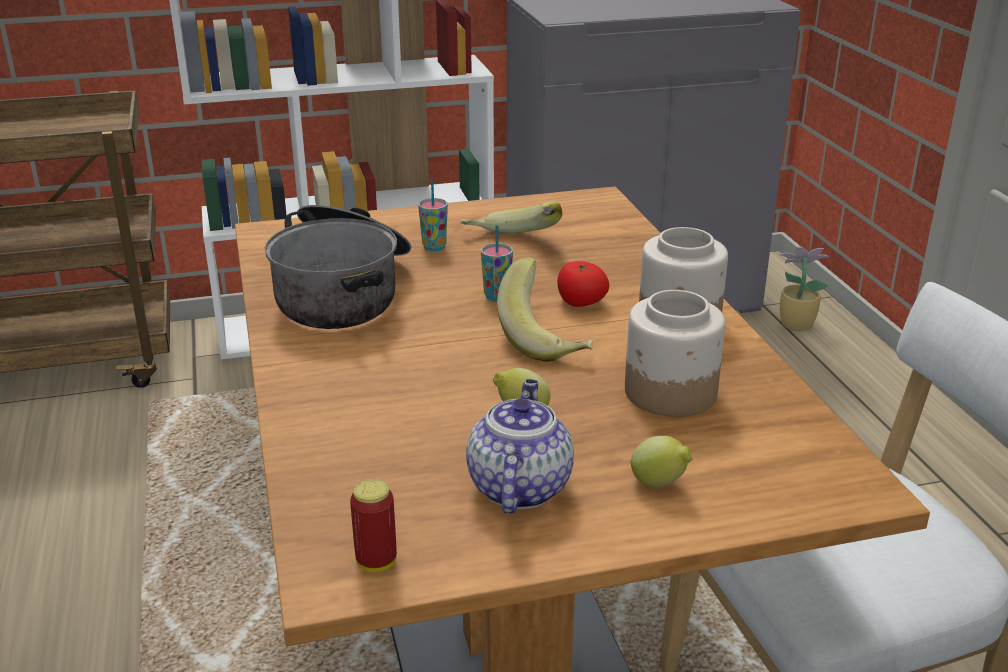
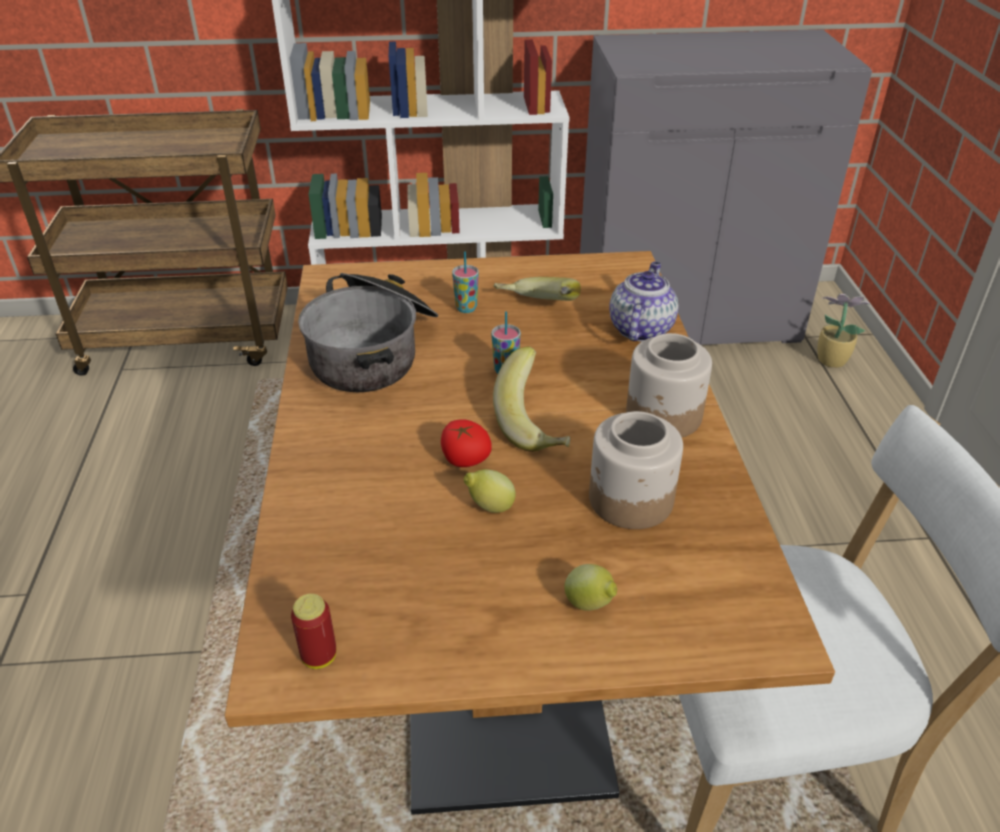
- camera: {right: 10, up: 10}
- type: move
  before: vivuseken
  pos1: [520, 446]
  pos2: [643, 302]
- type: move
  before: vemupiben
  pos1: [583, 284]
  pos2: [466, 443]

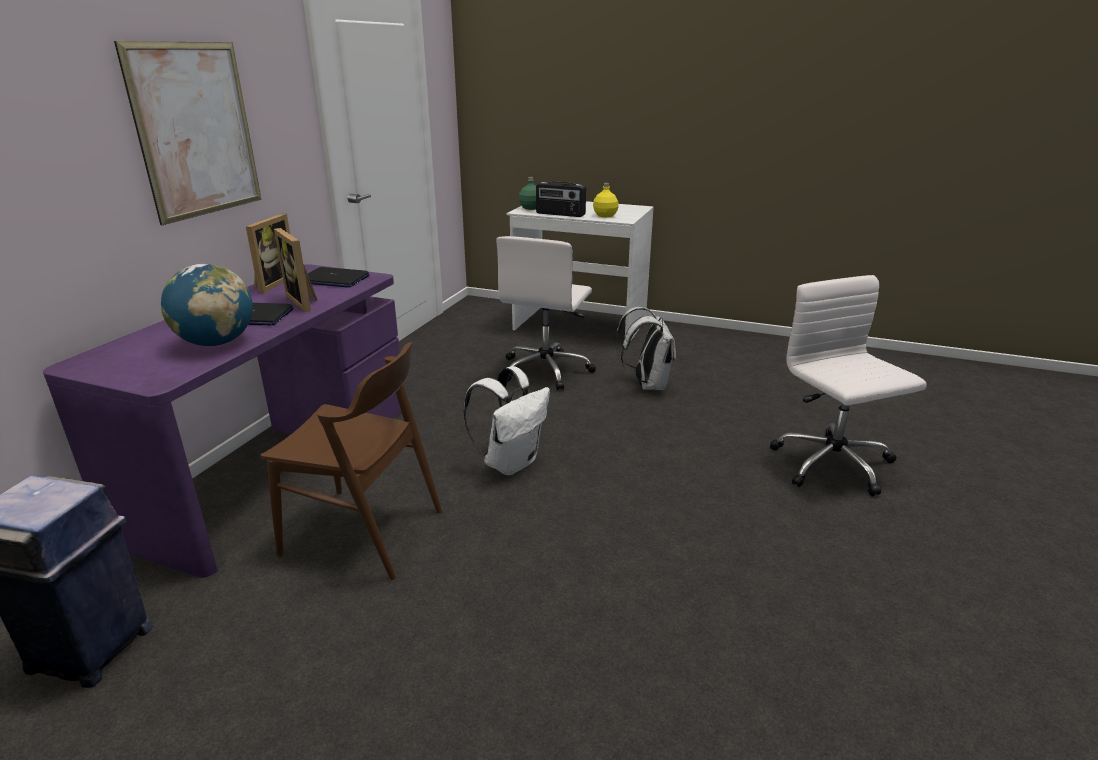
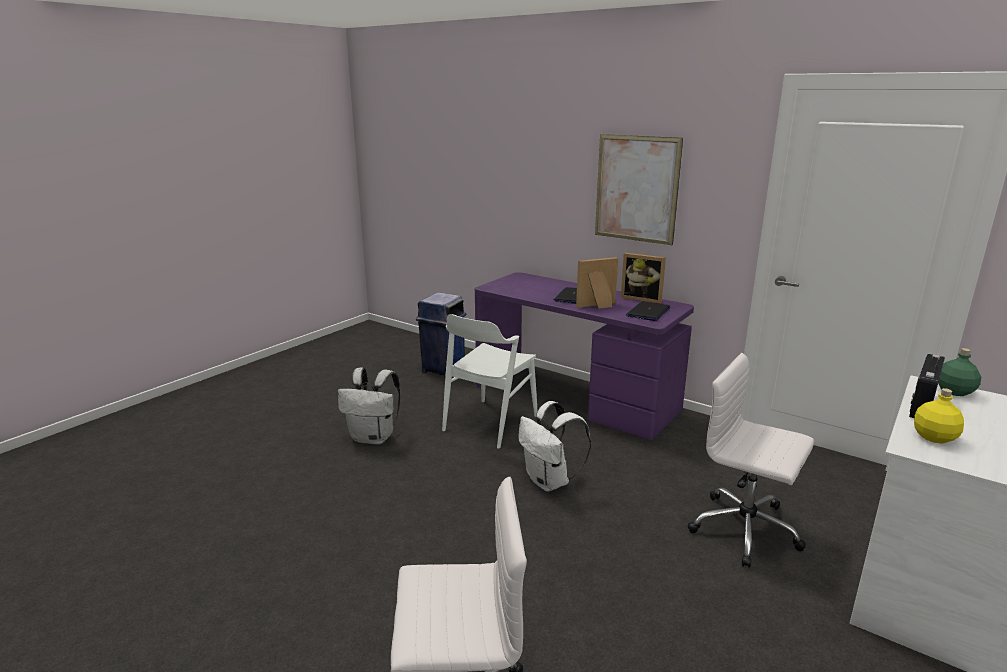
- camera: {right: 105, up: -5}
- type: delete
  before: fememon
  pos1: [207, 305]
- type: recolor
  before: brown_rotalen
  after: white_rotalen
  pos1: [351, 461]
  pos2: [490, 381]
- type: move
  before: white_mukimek
  pos1: [645, 348]
  pos2: [369, 406]

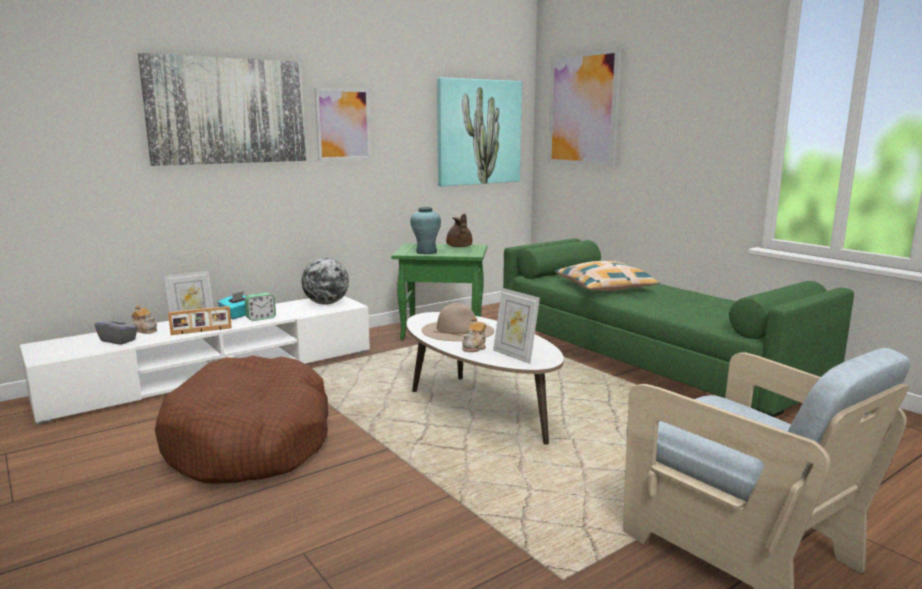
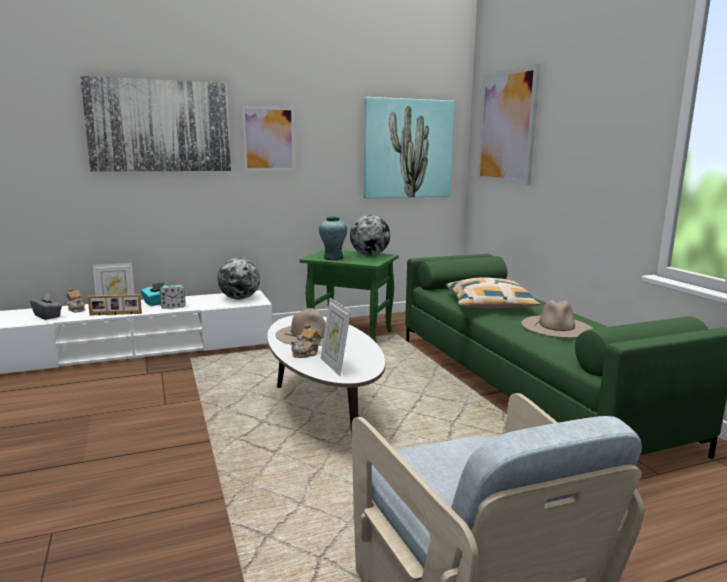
- camera: {right: 15, up: 0}
- type: delete
  before: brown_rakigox
  pos1: [241, 420]
- type: replace
  before: brown_vivuseken
  after: fememon
  pos1: [459, 230]
  pos2: [370, 235]
- type: insert
  after: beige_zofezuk
  pos2: [557, 319]

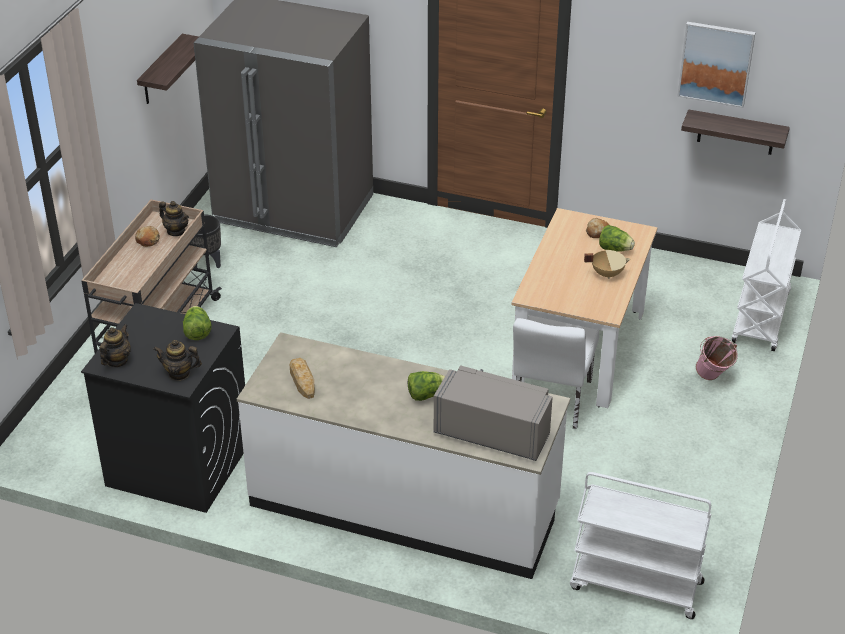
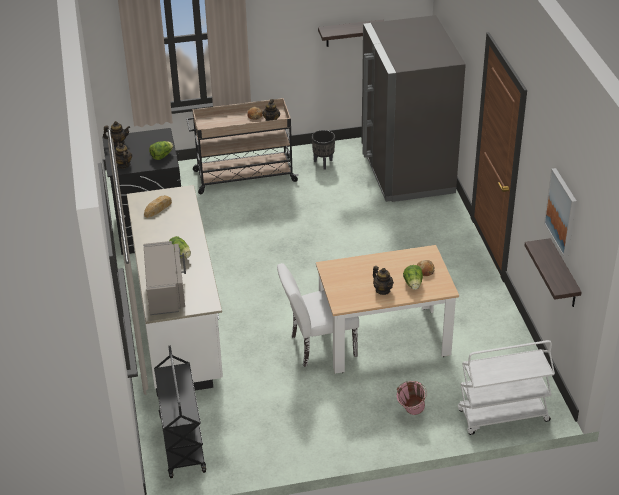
- camera: {right: 60, up: 0}
- type: recolor
  before: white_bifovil
  after: black_bifovil
  pos1: [640, 545]
  pos2: [180, 412]
- type: replace
  before: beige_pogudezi
  after: vivuseken
  pos1: [607, 264]
  pos2: [383, 280]

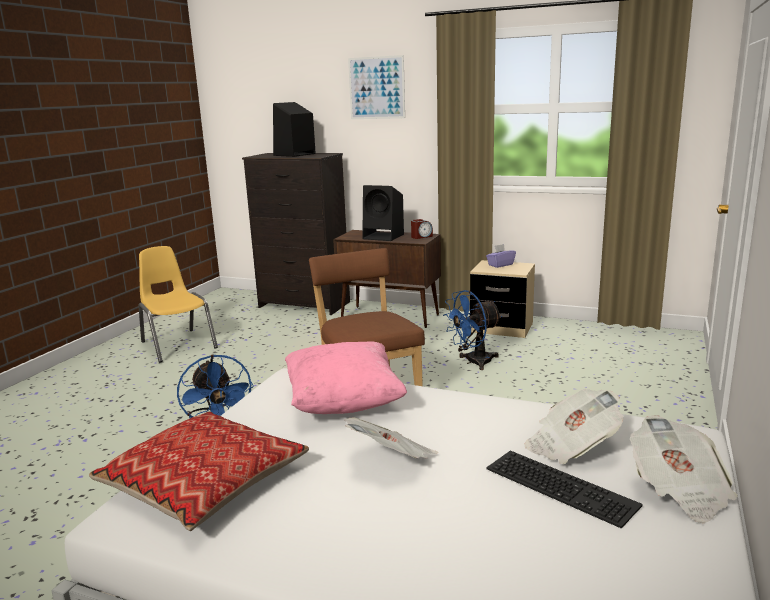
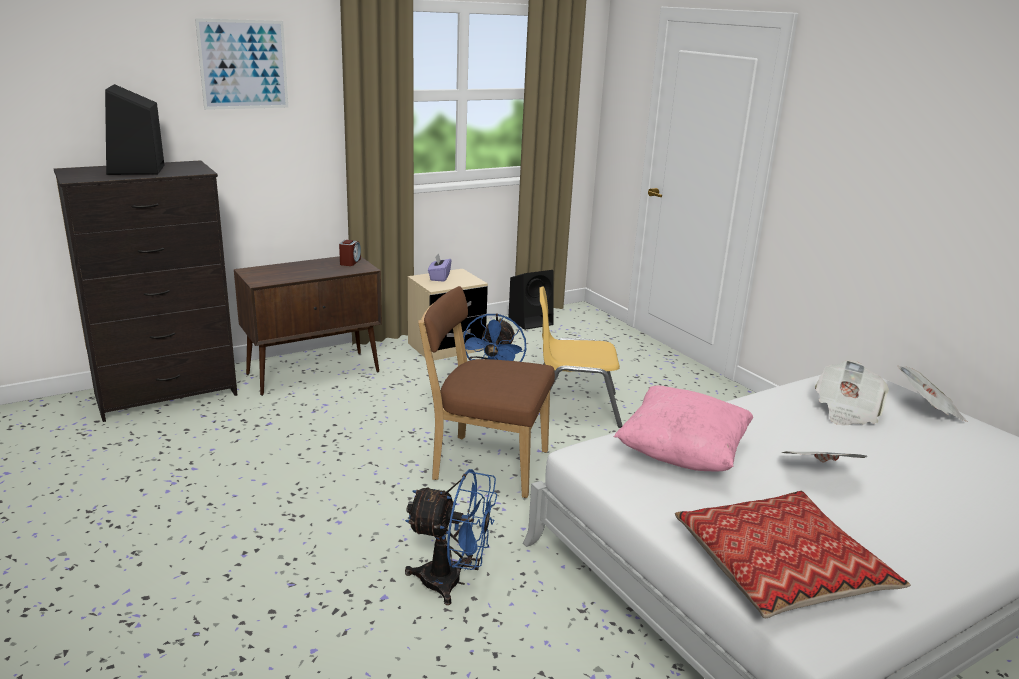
- camera: {right: -55, up: 5}
- type: move
  before: yellow_rotalen
  pos1: [178, 304]
  pos2: [581, 357]
- type: move
  before: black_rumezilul
  pos1: [383, 213]
  pos2: [531, 300]
- type: delete
  before: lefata
  pos1: [564, 490]

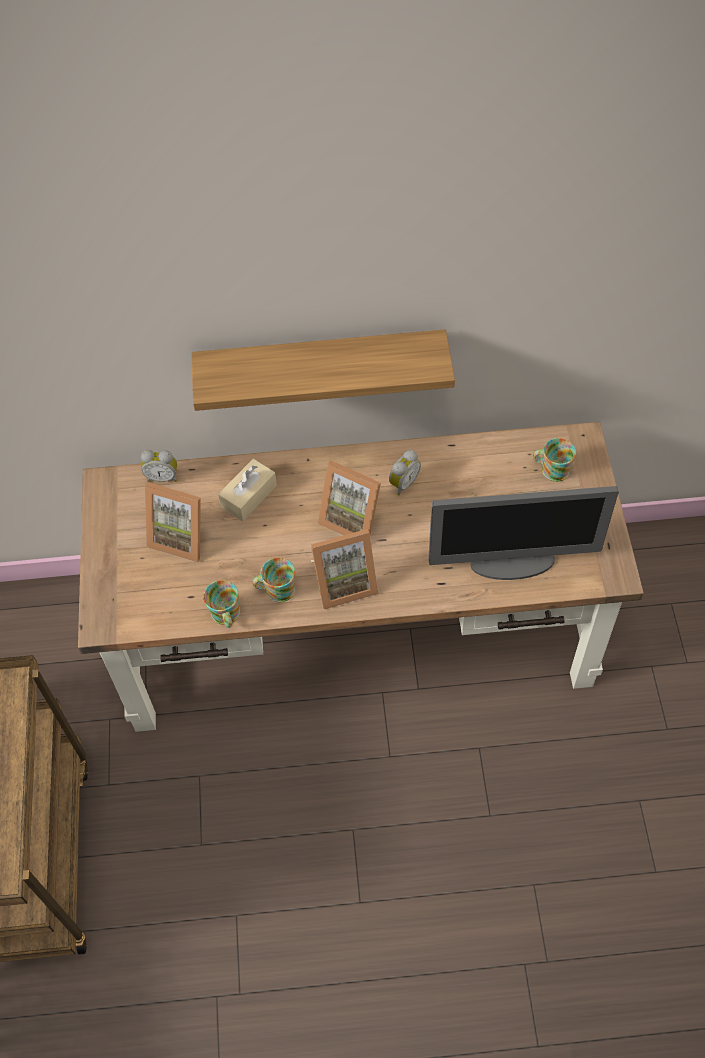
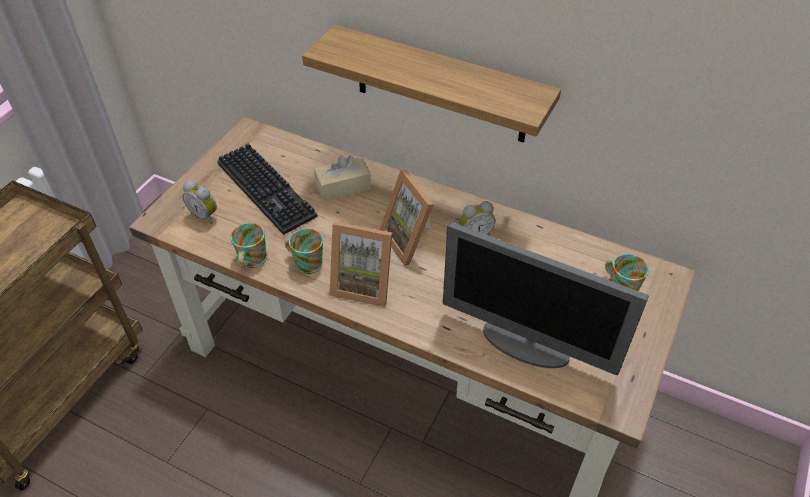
- camera: {right: 30, up: -10}
- type: move
  before: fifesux
  pos1: [159, 466]
  pos2: [200, 202]
- type: replace
  before: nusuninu
  after: lefata
  pos1: [173, 522]
  pos2: [267, 189]

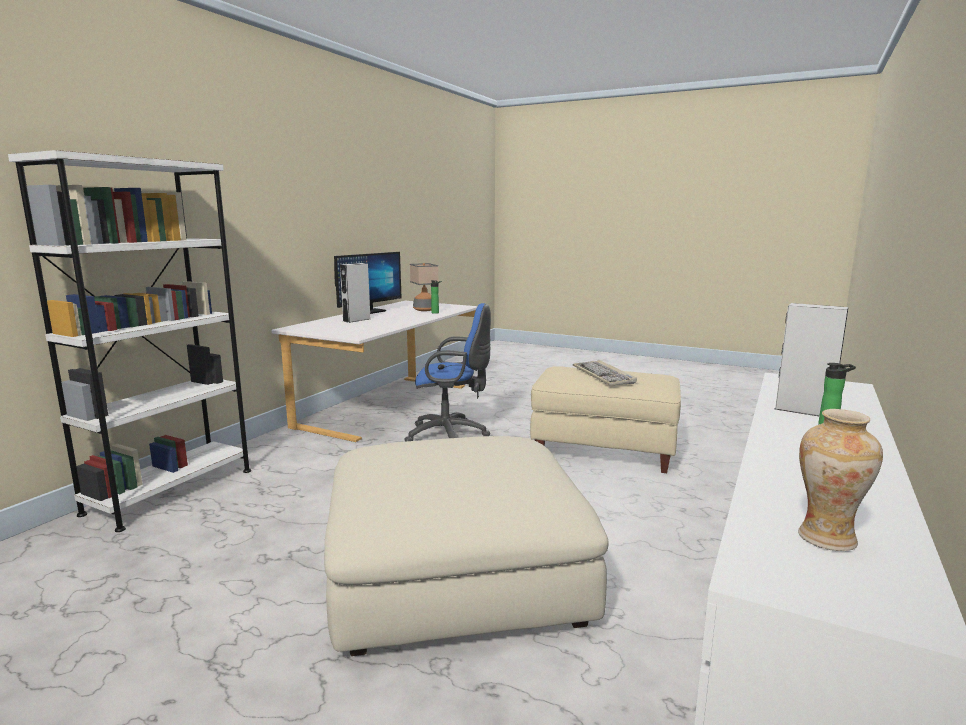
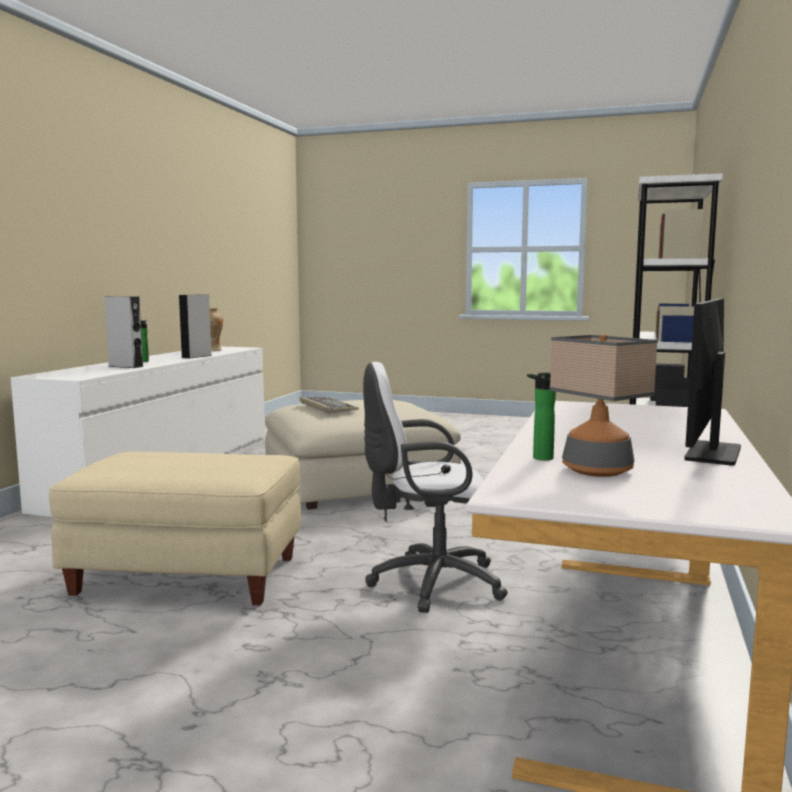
- camera: {right: 170, up: -5}
- type: move
  before: grey_rumezilul
  pos1: [355, 293]
  pos2: [195, 326]
- type: recolor
  before: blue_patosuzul
  after: white_patosuzul
  pos1: [447, 372]
  pos2: [435, 487]
- type: move
  before: lefata
  pos1: [605, 373]
  pos2: [329, 405]

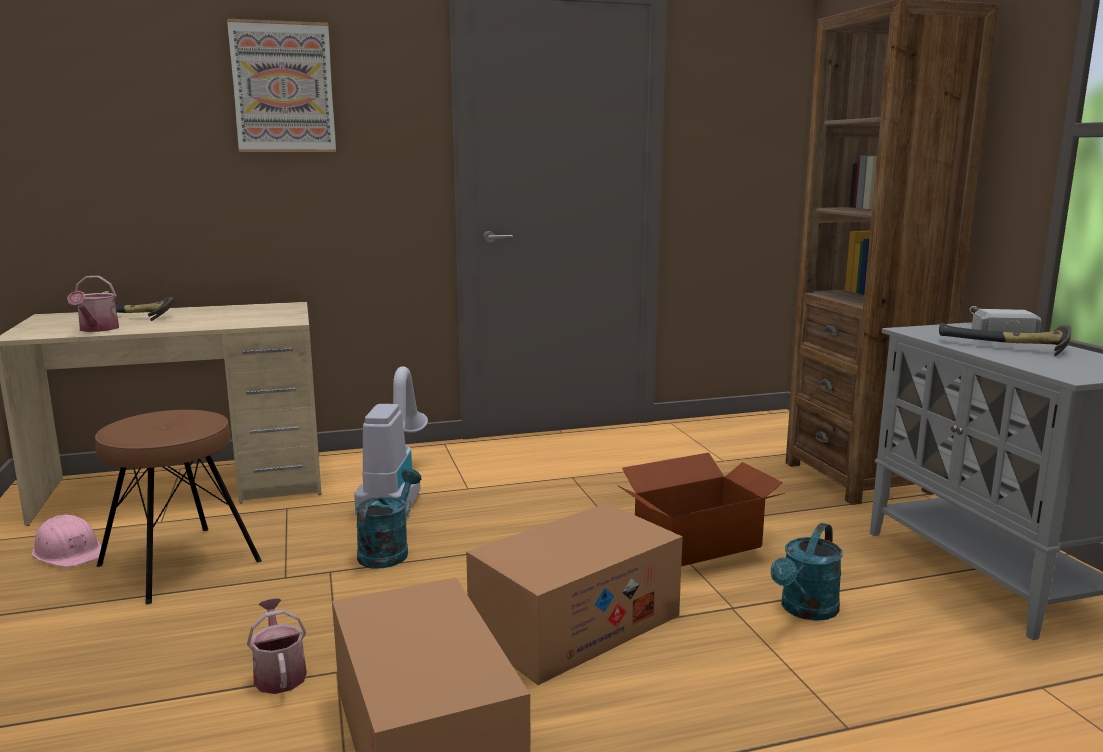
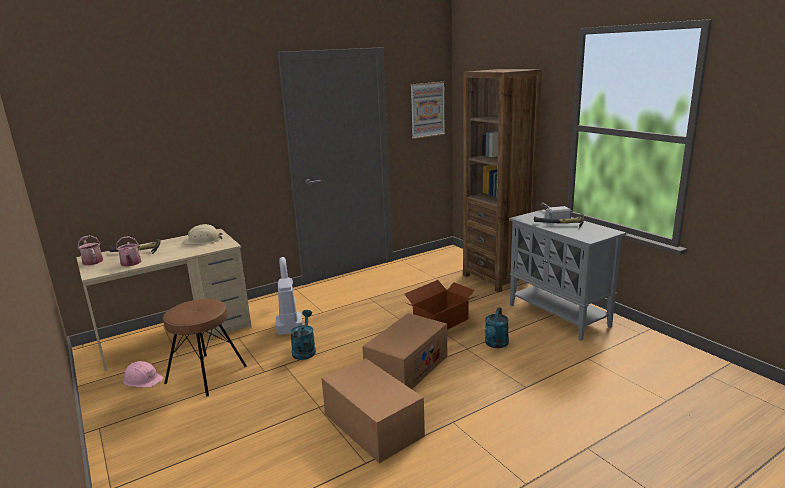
- camera: {right: -15, up: 5}
- type: move
  before: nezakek
  pos1: [281, 85]
  pos2: [427, 110]
- type: move
  before: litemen
  pos1: [277, 646]
  pos2: [90, 250]
- type: insert
  after: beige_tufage
  pos2: [203, 234]

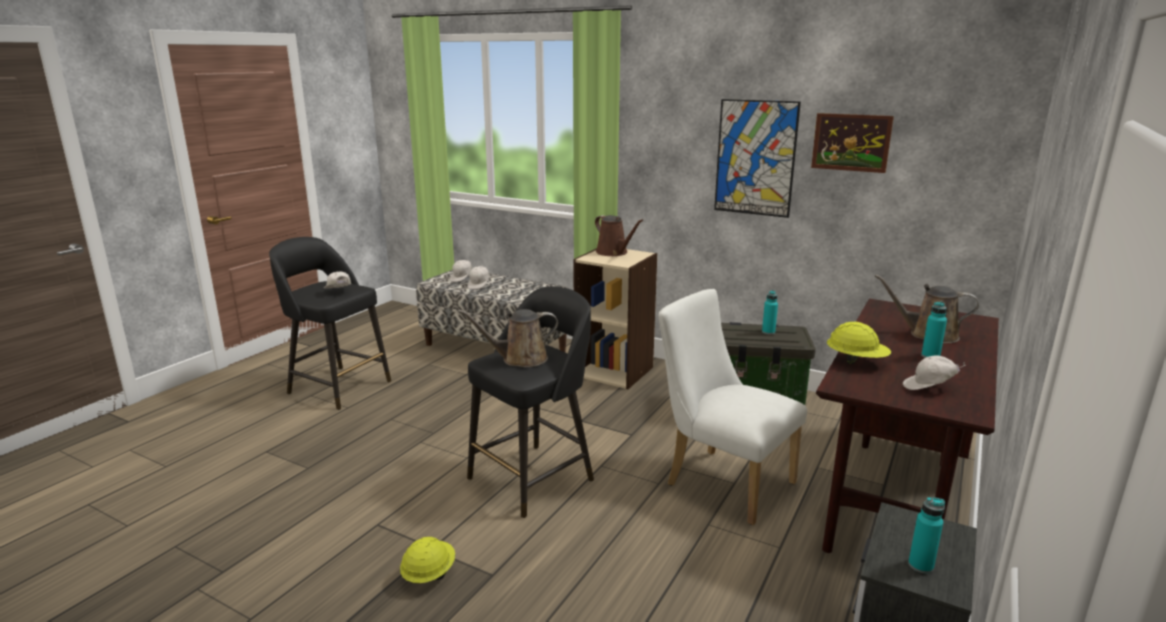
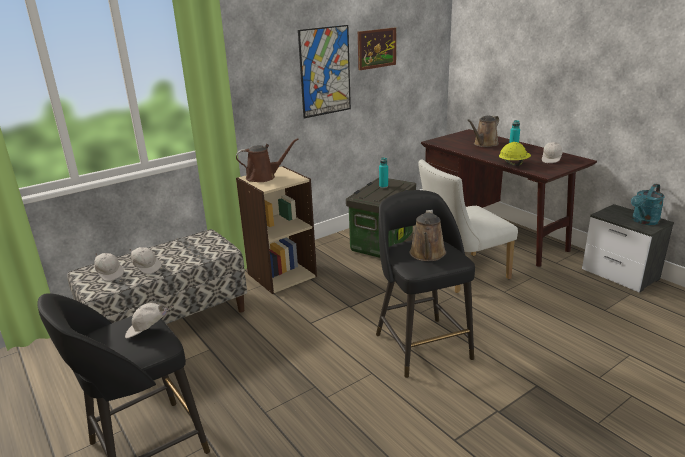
- camera: {right: -65, up: 5}
- type: delete
  before: yellow_tufage
  pos1: [427, 560]
- type: replace
  before: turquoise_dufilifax
  after: turquoise_litemen
  pos1: [926, 535]
  pos2: [648, 204]

